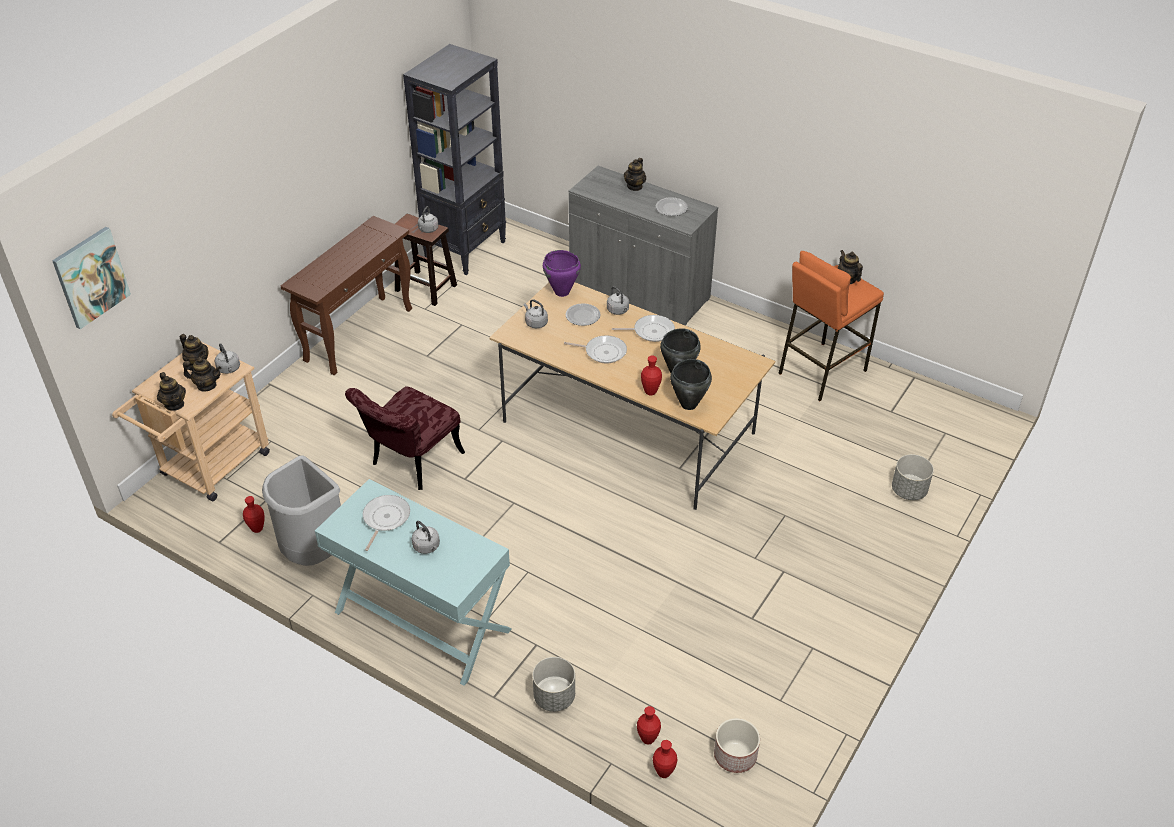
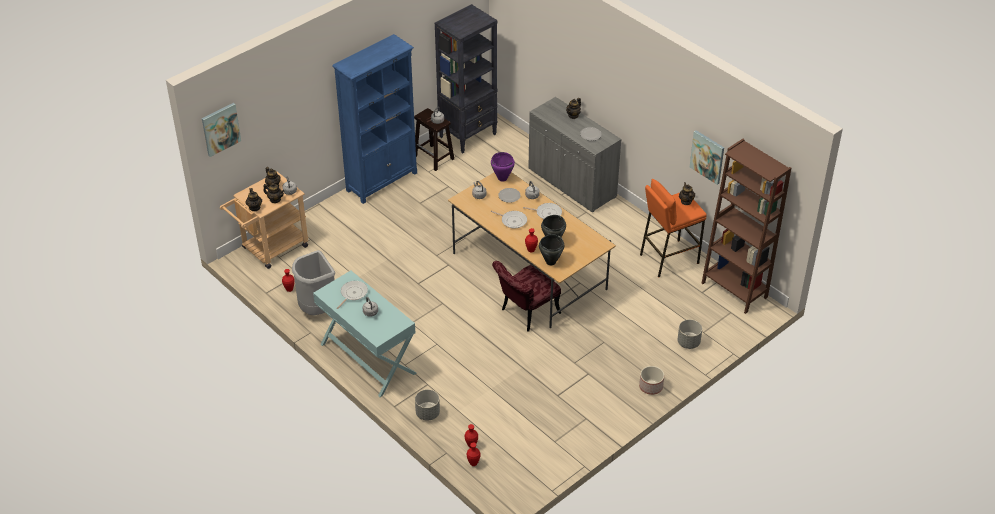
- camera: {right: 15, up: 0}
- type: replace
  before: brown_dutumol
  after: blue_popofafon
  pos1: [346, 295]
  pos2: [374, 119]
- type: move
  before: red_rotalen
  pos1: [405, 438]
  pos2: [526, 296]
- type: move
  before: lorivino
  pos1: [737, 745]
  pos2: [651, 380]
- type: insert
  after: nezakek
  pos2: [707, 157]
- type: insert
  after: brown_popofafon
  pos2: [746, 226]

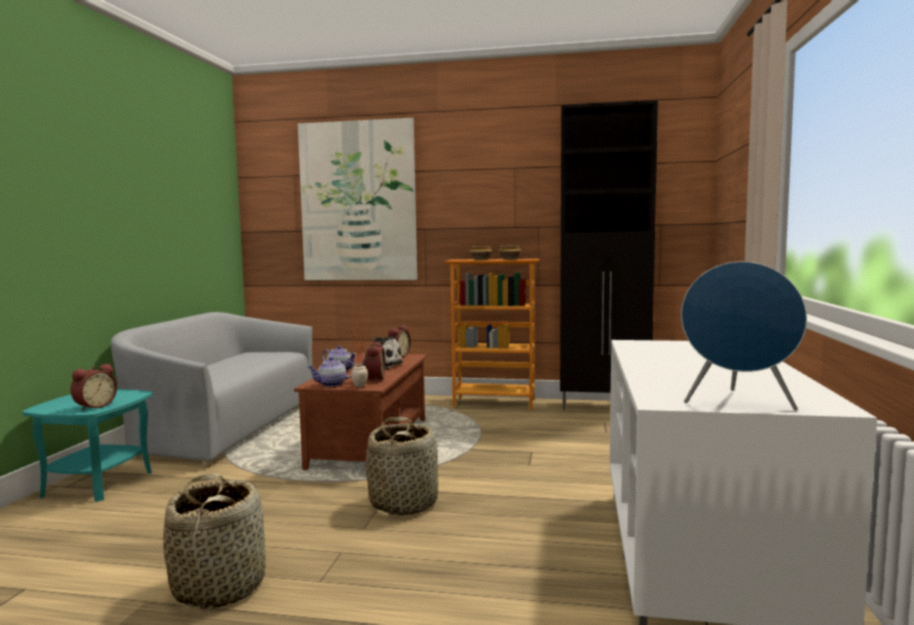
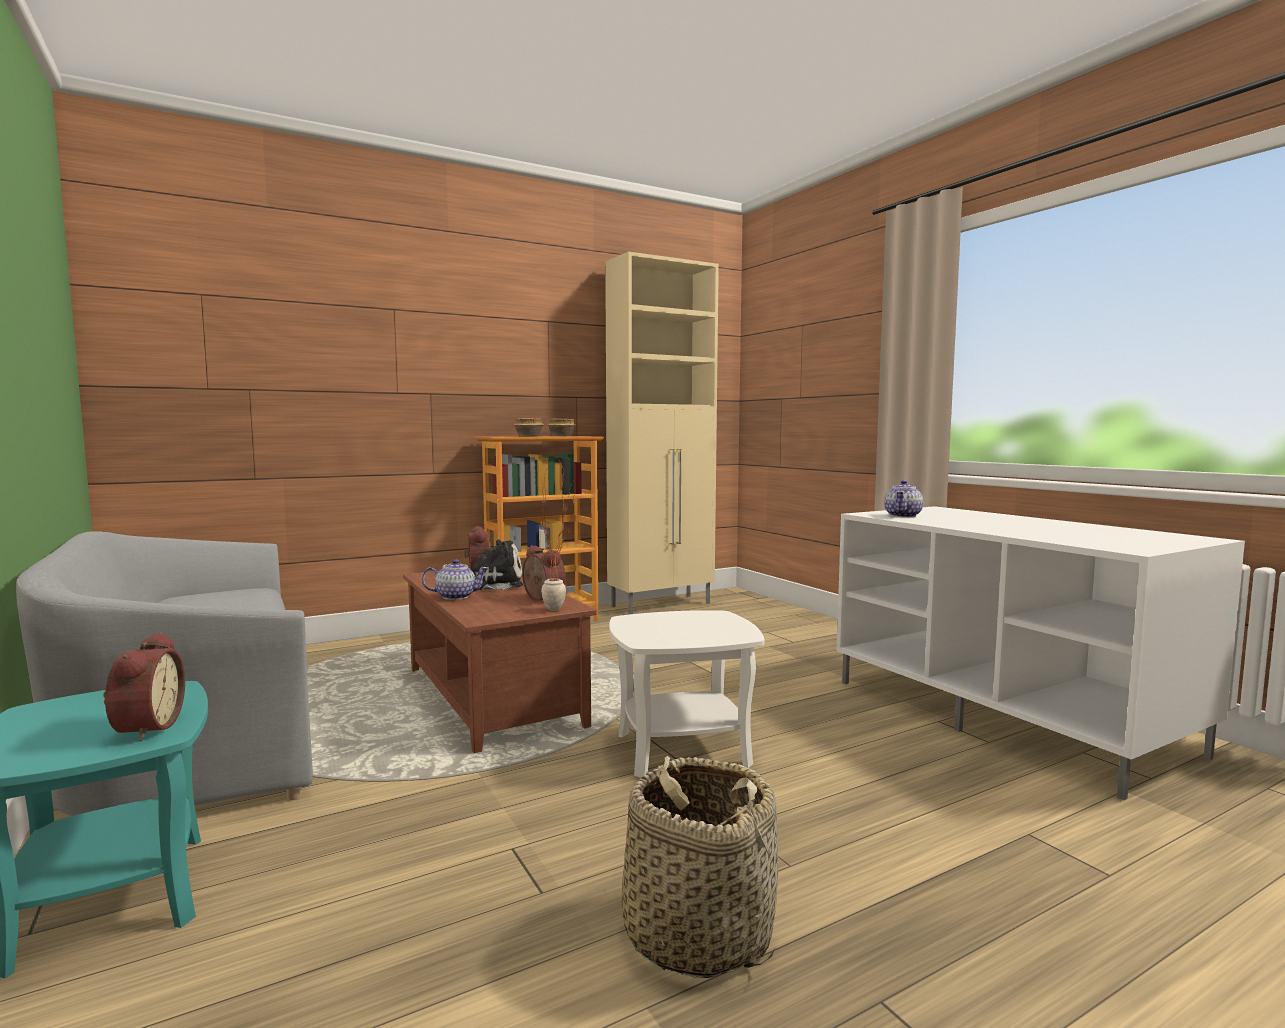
- camera: {right: -40, up: 0}
- type: delete
  before: nezakek
  pos1: [357, 199]
- type: move
  before: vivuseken
  pos1: [331, 372]
  pos2: [903, 498]
- type: replace
  before: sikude
  after: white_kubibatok
  pos1: [402, 466]
  pos2: [686, 694]
- type: recolor
  before: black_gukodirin
  after: beige_gukodirin
  pos1: [609, 255]
  pos2: [662, 433]
- type: delete
  before: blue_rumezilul
  pos1: [744, 335]

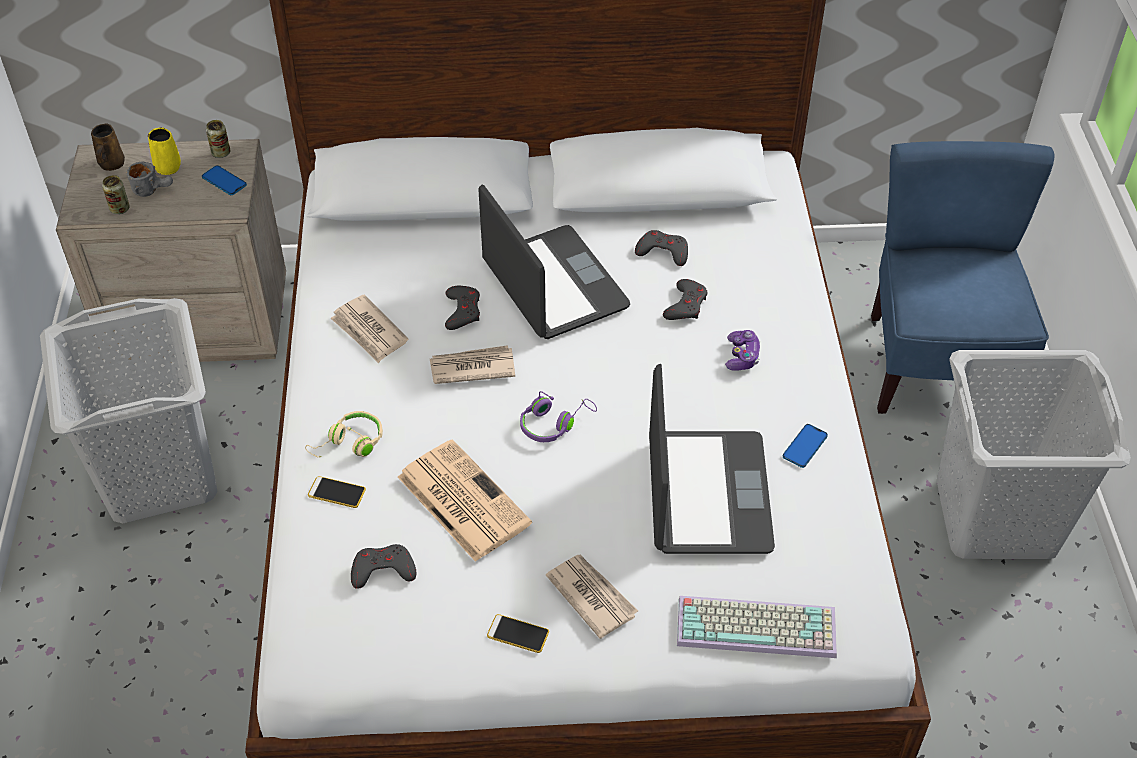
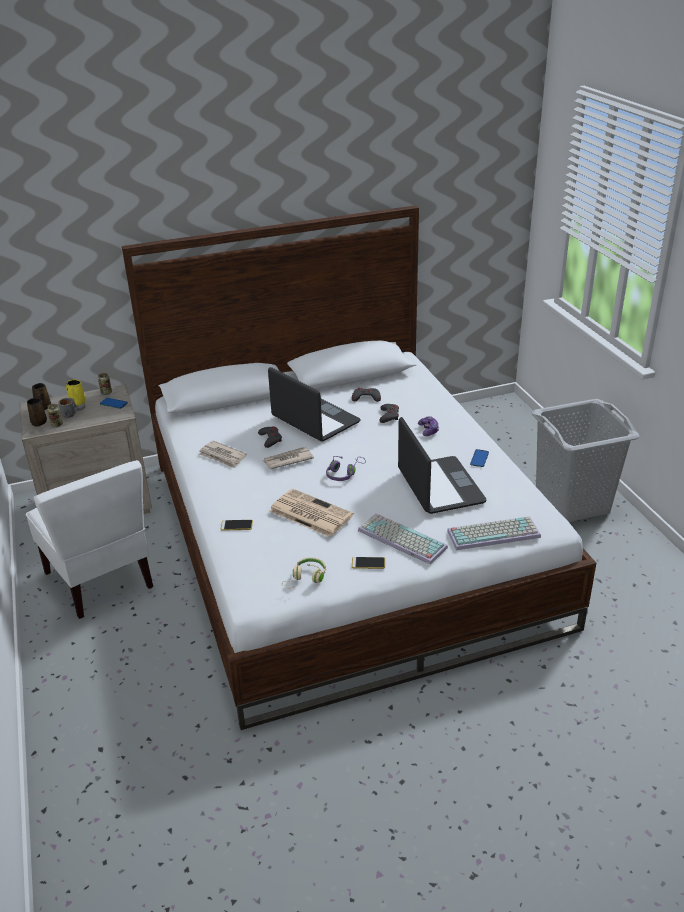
- camera: {right: -15, up: -15}
- type: replace
  before: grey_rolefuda
  after: white_rotalen
  pos1: [128, 410]
  pos2: [89, 539]
- type: move
  before: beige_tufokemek
  pos1: [344, 434]
  pos2: [304, 573]
- type: delete
  before: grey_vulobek
  pos1: [383, 566]
- type: replace
  before: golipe
  after: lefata
  pos1: [592, 596]
  pos2: [403, 539]
- type: delete
  before: blue_rotalen
  pos1: [962, 277]
- type: insert
  after: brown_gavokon
  pos2: [37, 412]

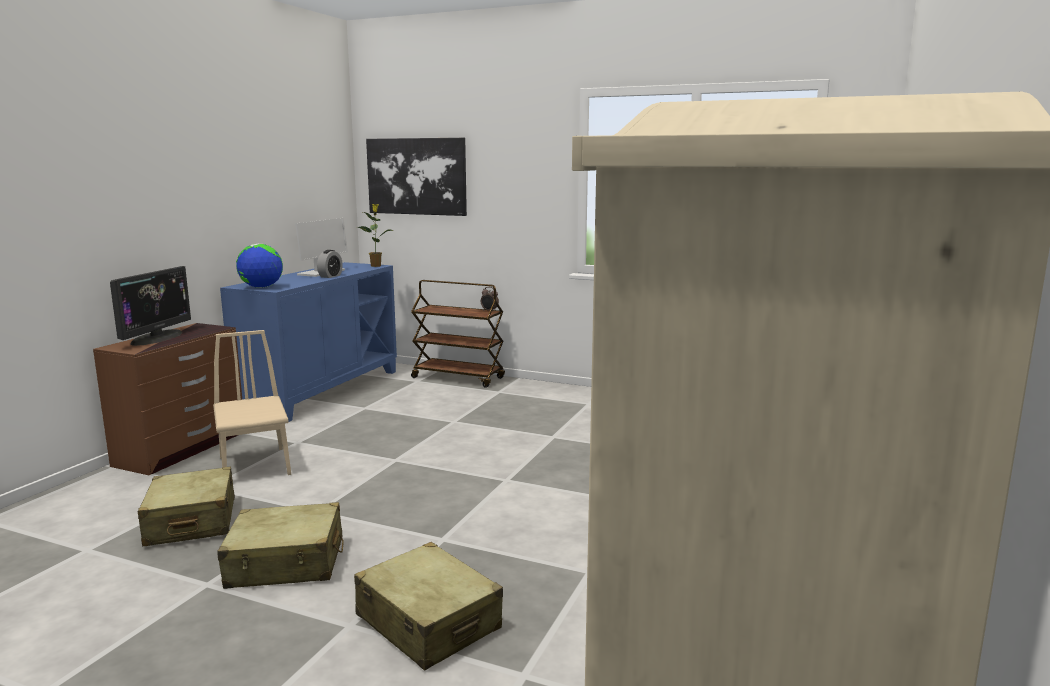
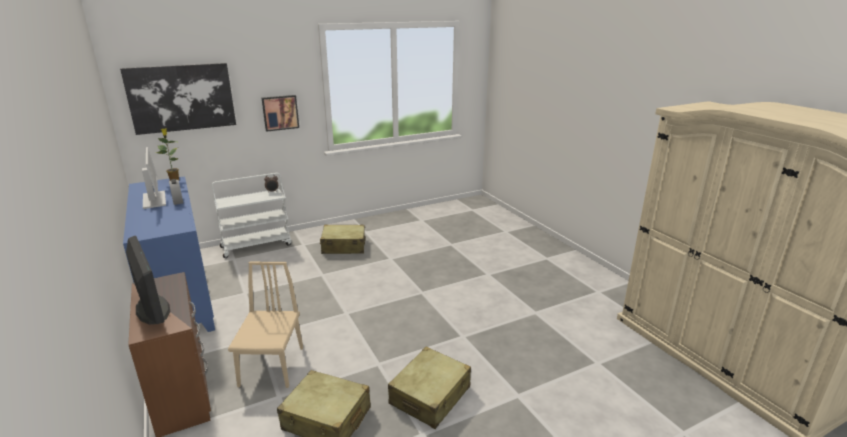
- camera: {right: -50, up: 10}
- type: rotate
  before: beige_rotalen
  pos1: [252, 402]
  pos2: [265, 325]
  turn: 75
- type: delete
  before: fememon
  pos1: [259, 266]
- type: move
  before: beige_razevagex
  pos1: [428, 606]
  pos2: [342, 239]
- type: recolor
  before: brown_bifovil
  after: white_bifovil
  pos1: [458, 334]
  pos2: [252, 215]
- type: insert
  after: nezakek
  pos2: [280, 113]

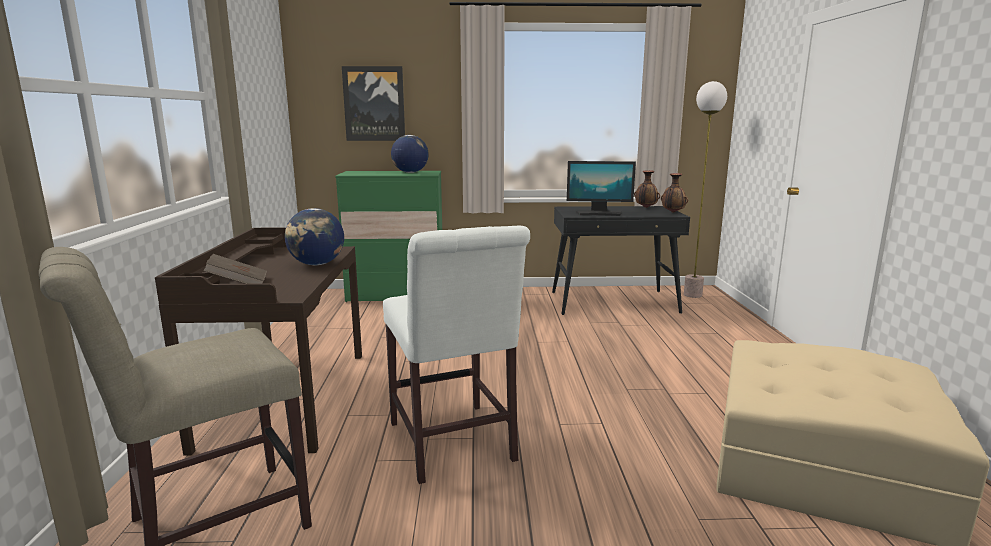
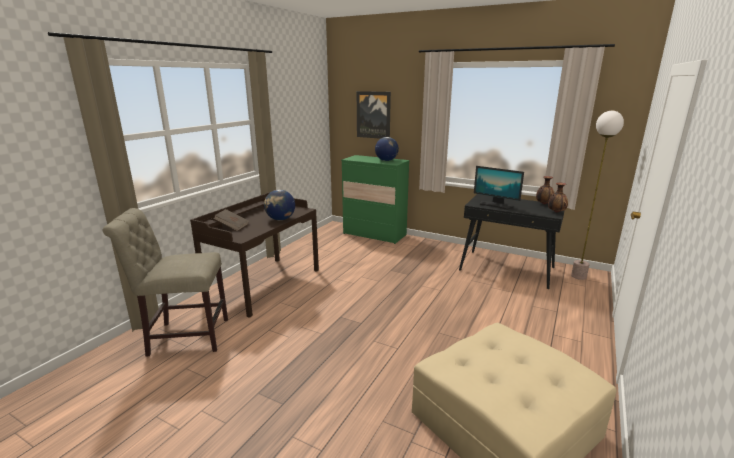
- camera: {right: 30, up: 5}
- type: delete
  before: white_rotalen
  pos1: [456, 355]

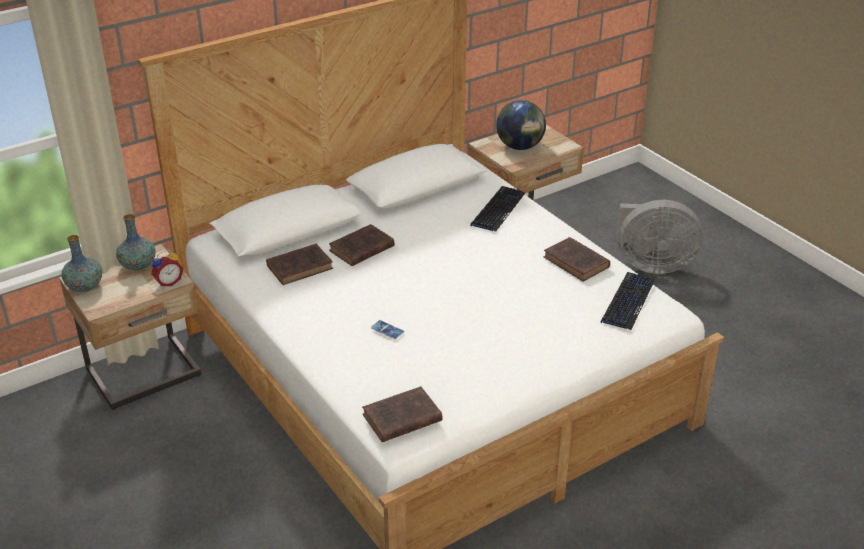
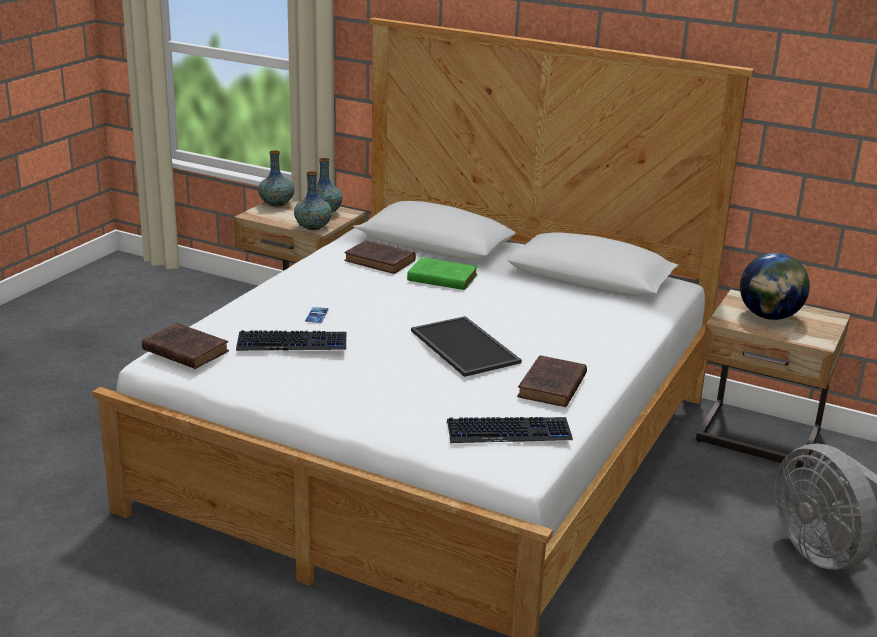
- camera: {right: 60, up: -10}
- type: replace
  before: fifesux
  after: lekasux
  pos1: [167, 268]
  pos2: [313, 200]
- type: recolor
  before: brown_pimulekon
  after: green_pimulekon
  pos1: [362, 245]
  pos2: [442, 273]
- type: move
  before: lefata
  pos1: [497, 209]
  pos2: [291, 340]
- type: insert
  after: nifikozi
  pos2: [466, 346]

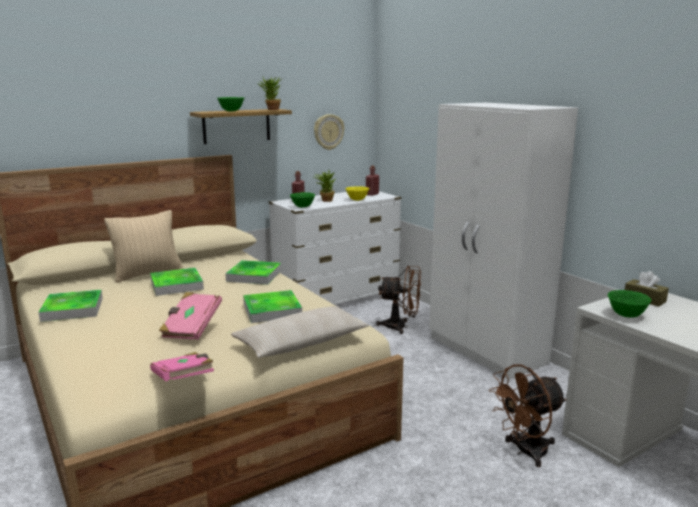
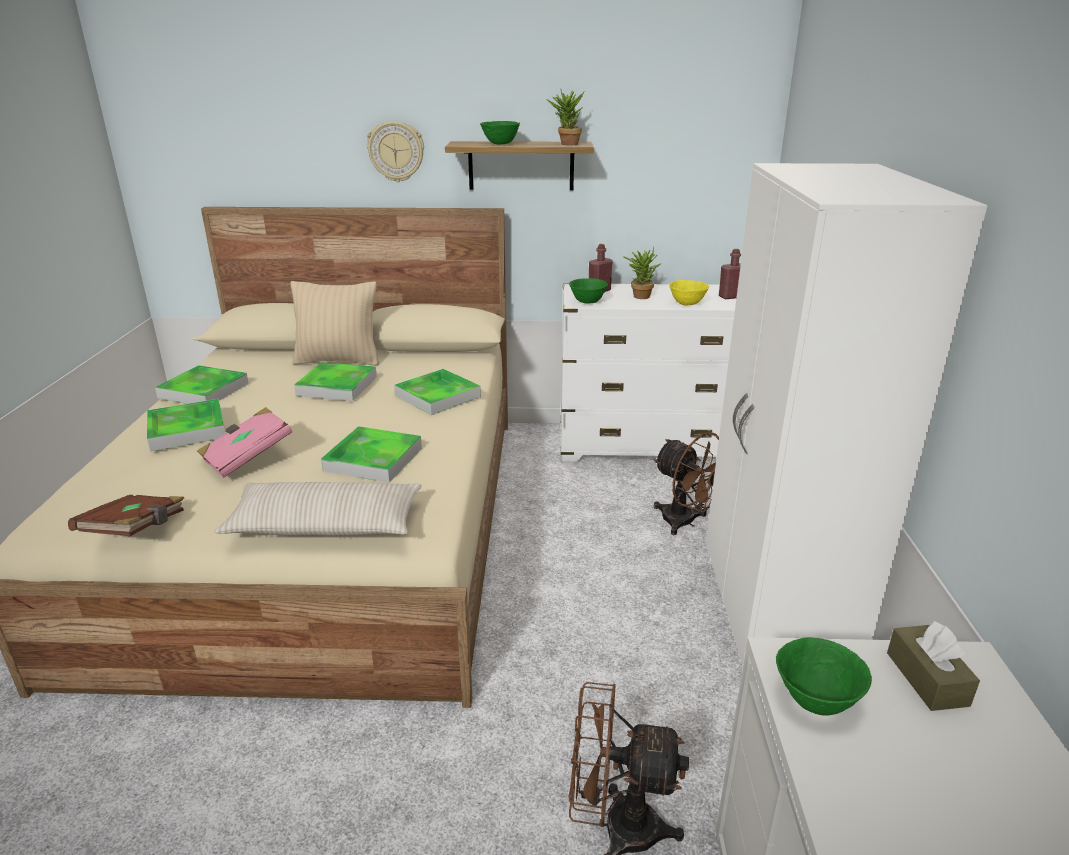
- camera: {right: 35, up: 10}
- type: recolor
  before: pink_pimulekon
  after: brown_pimulekon
  pos1: [182, 366]
  pos2: [126, 515]
- type: move
  before: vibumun
  pos1: [329, 132]
  pos2: [395, 151]
- type: insert
  after: nifikozi
  pos2: [186, 425]

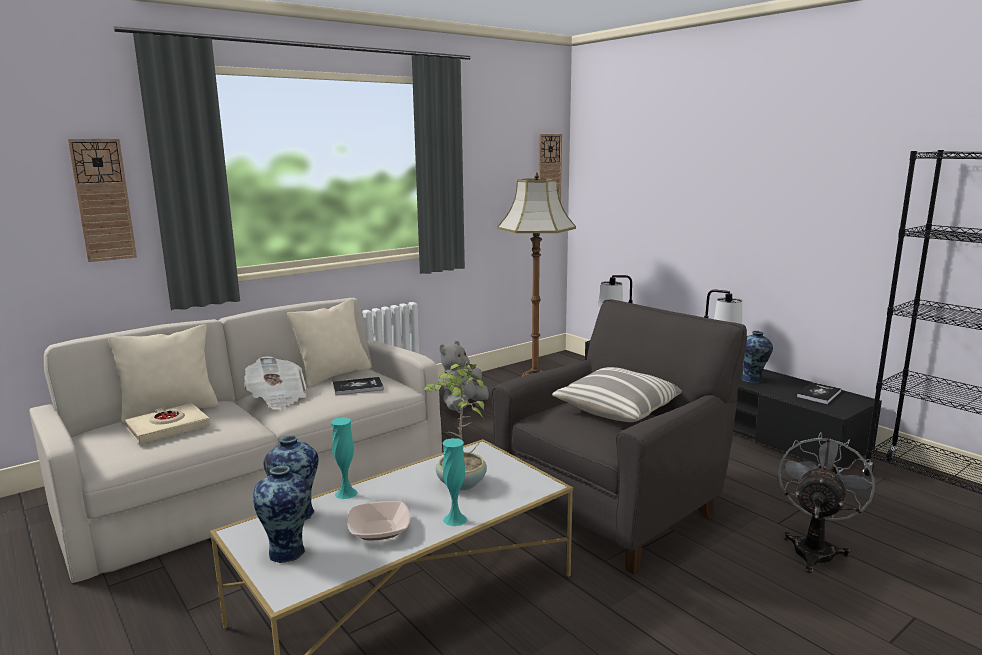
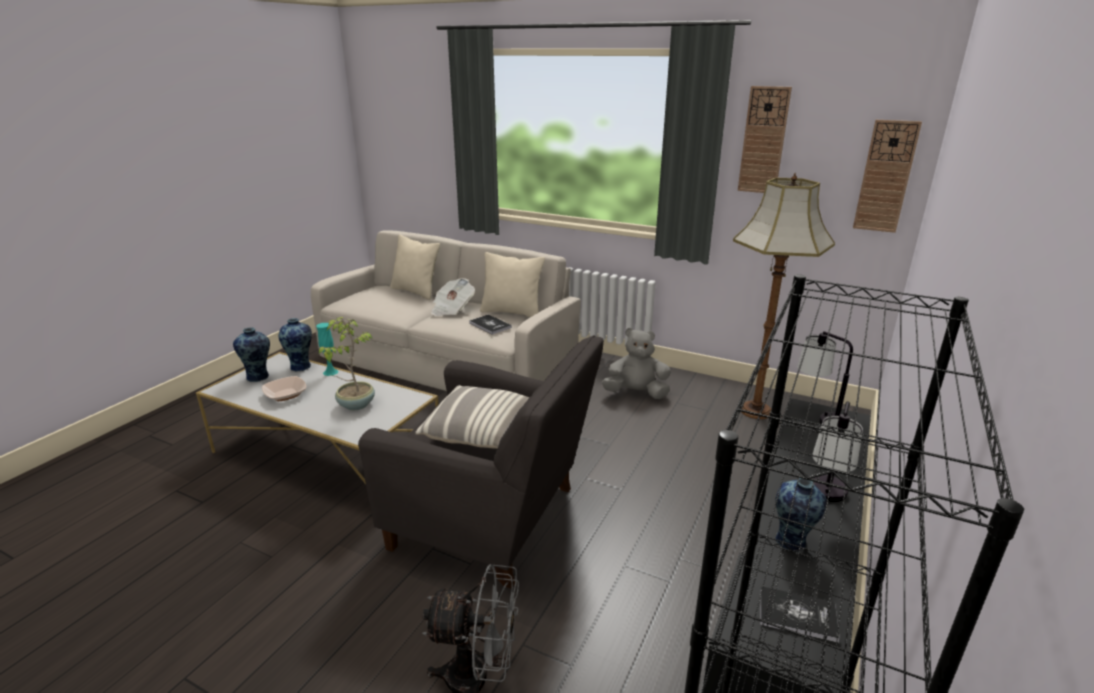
- camera: {right: 65, up: 10}
- type: move
  before: vibumun
  pos1: [102, 200]
  pos2: [765, 139]
- type: delete
  before: beige_pimulekon
  pos1: [167, 423]
- type: delete
  before: turquoise_lekasux
  pos1: [455, 482]

